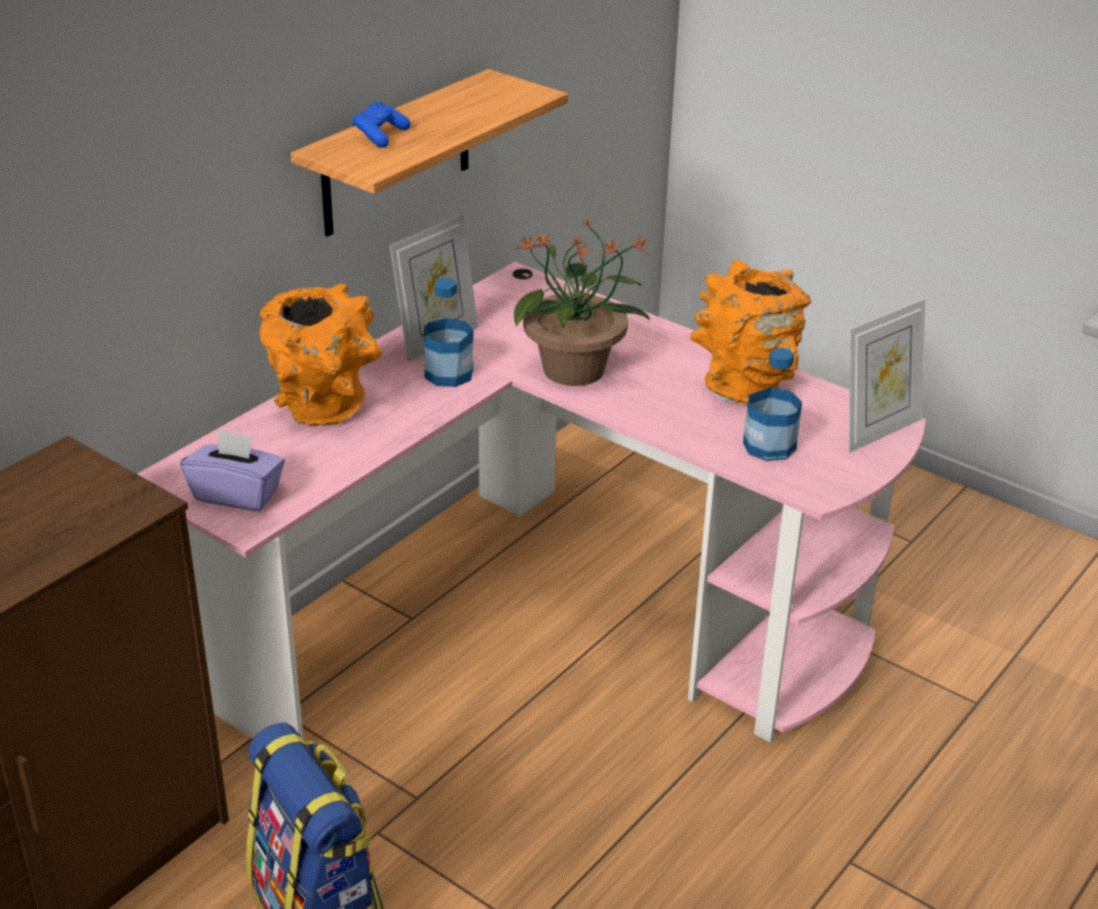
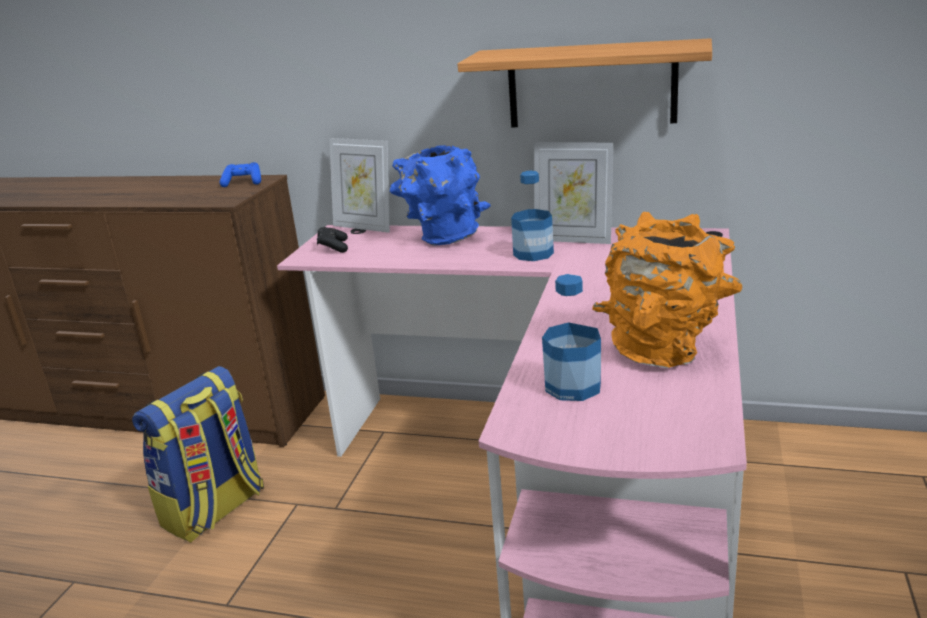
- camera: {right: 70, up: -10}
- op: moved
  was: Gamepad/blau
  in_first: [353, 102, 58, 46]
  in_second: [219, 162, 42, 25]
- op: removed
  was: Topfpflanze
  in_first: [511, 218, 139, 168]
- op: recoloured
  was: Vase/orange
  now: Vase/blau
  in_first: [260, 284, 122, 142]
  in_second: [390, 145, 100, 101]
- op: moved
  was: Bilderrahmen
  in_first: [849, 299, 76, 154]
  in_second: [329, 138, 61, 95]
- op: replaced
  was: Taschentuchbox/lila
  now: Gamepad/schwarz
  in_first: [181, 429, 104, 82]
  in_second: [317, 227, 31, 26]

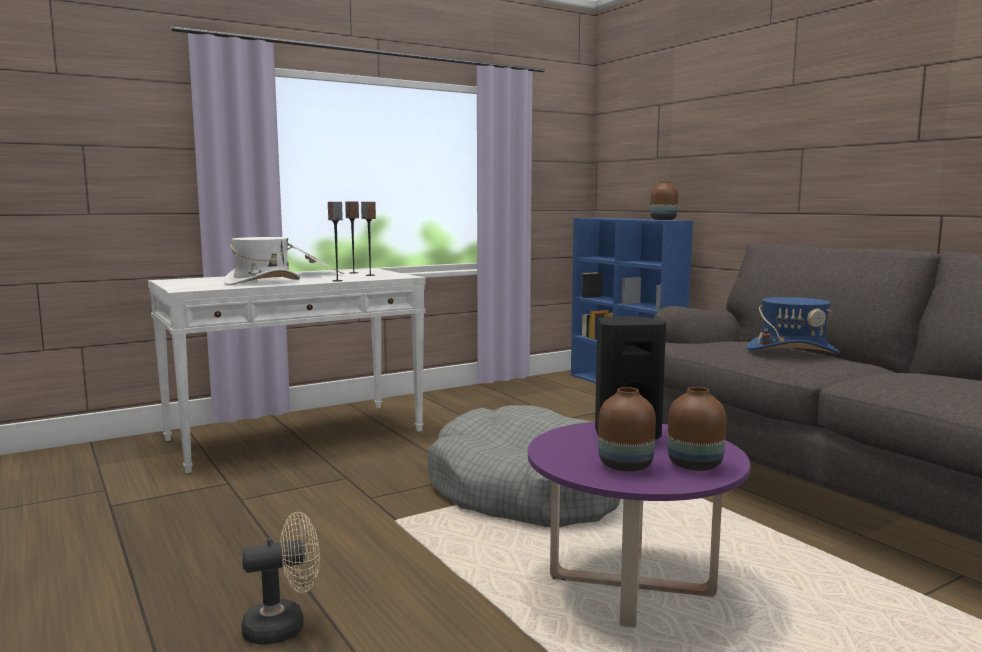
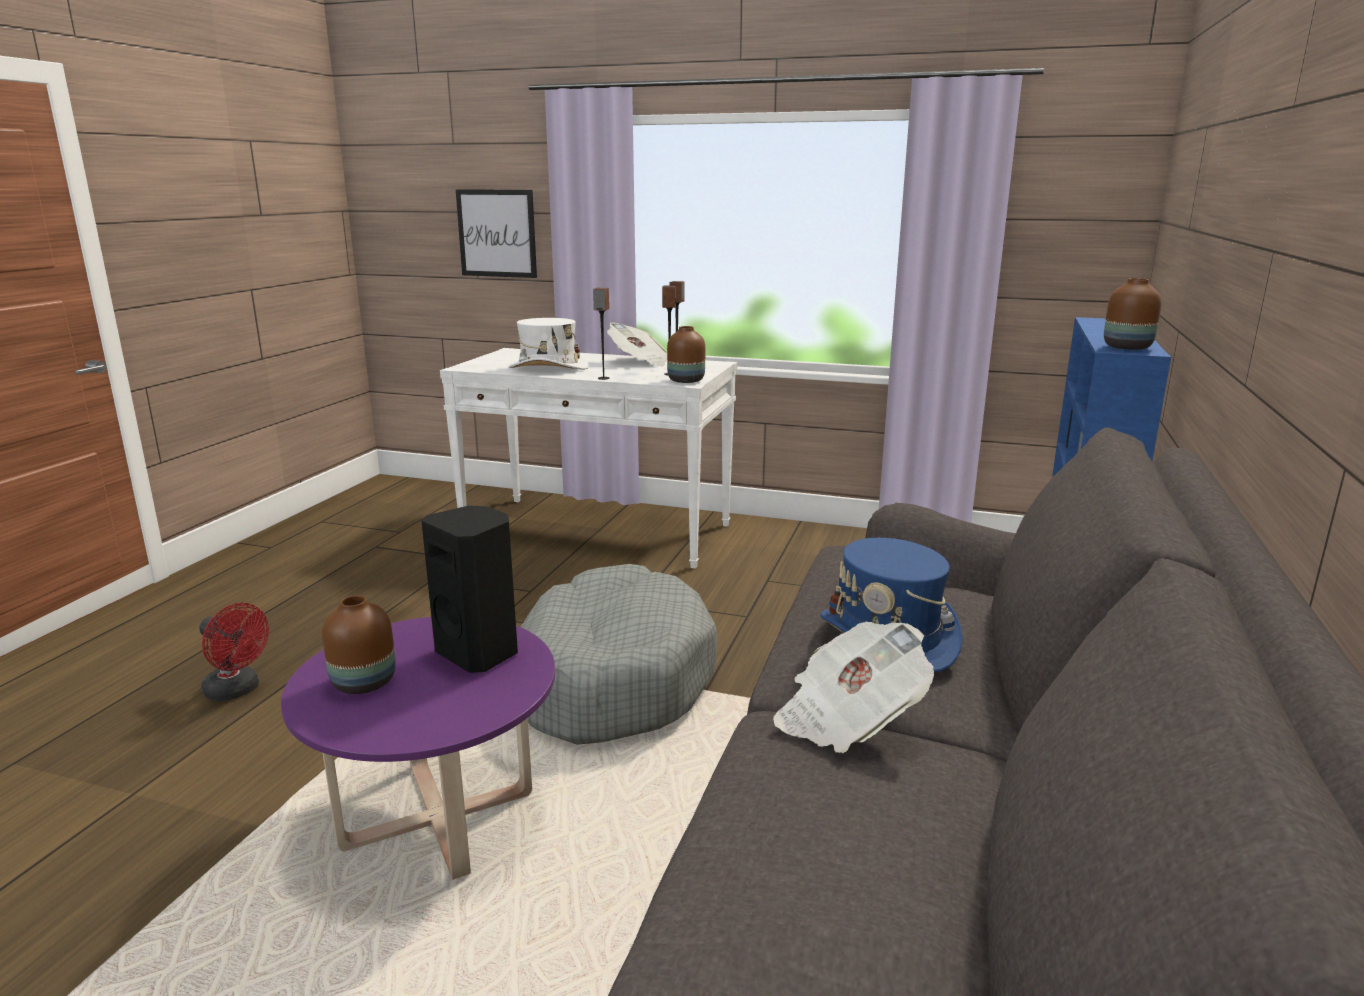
- camera: {right: 50, up: 10}
- op: moved
  was: Vase/braun
  in_first: [667, 387, 59, 84]
  in_second: [667, 326, 38, 57]
- op: recoloured
  was: Ventilator/beige
  now: Ventilator/rot
  in_first: [241, 512, 79, 133]
  in_second: [199, 603, 70, 98]
- op: added
  now: Bild
  in_second: [456, 189, 81, 89]
- op: added
  now: Zeitung
  in_second: [773, 621, 161, 132]

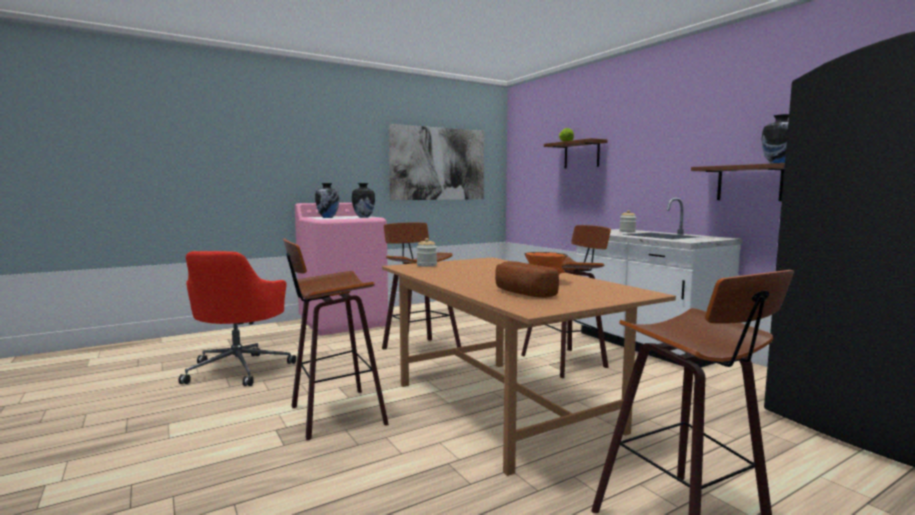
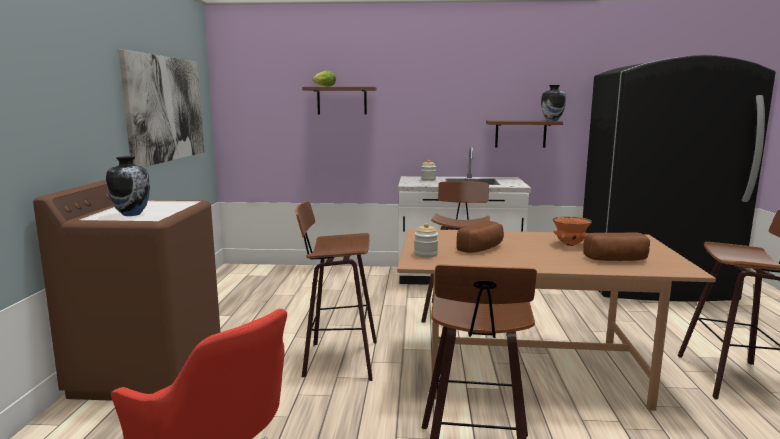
- camera: {right: -55, up: 5}
- op: removed
  was: Vase
  in_first: [352, 183, 23, 35]
- op: recoloured
  was: Waschmaschine/rosa
  now: Waschmaschine/braun
  in_first: [295, 203, 93, 132]
  in_second: [33, 180, 187, 221]
- op: added
  now: Brot
  in_second: [457, 221, 47, 32]

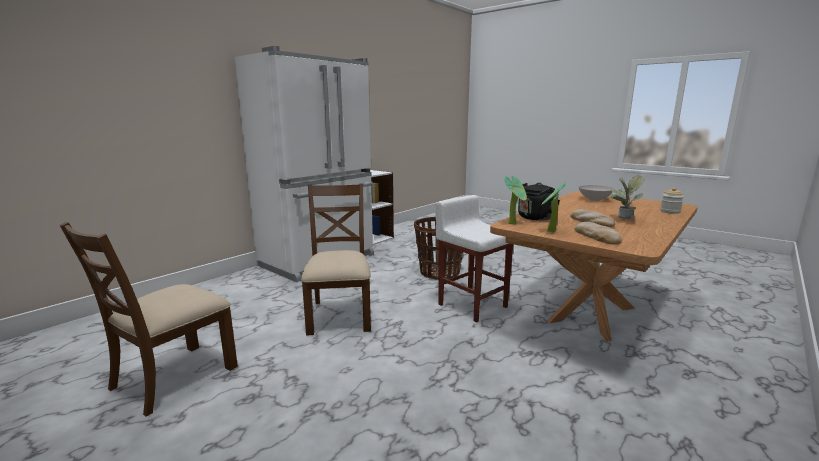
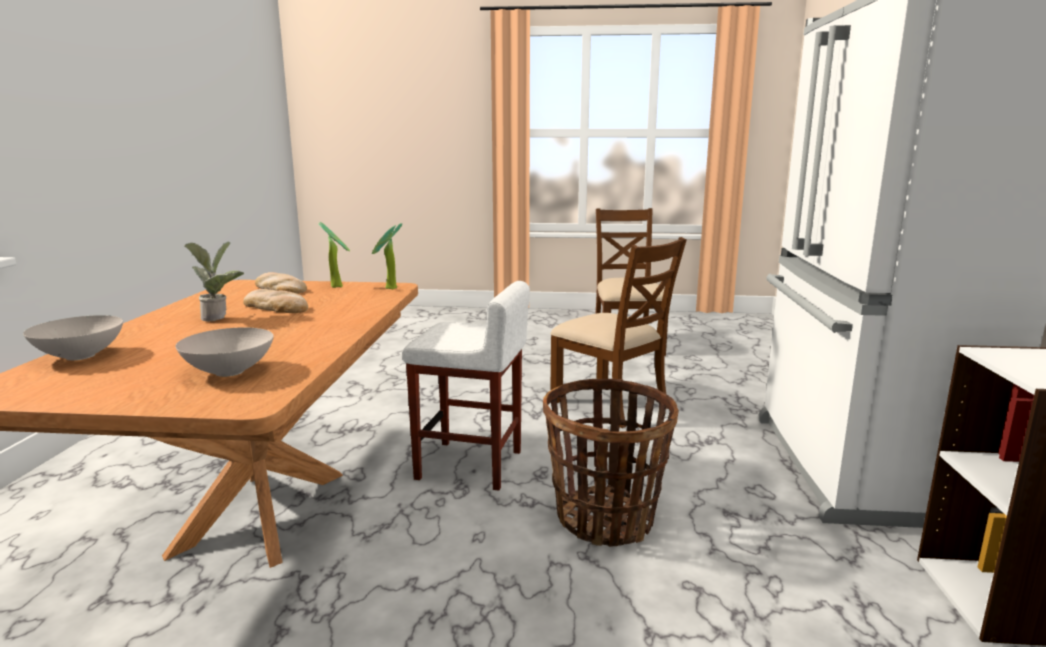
- camera: {right: 145, up: 0}
- op: removed
  was: Wasserkessel/schwarz
  in_first: [518, 183, 42, 38]
- op: replaced
  was: Vorratsglas
  now: Schüssel/weiß
  in_first: [660, 188, 24, 26]
  in_second: [23, 315, 100, 45]

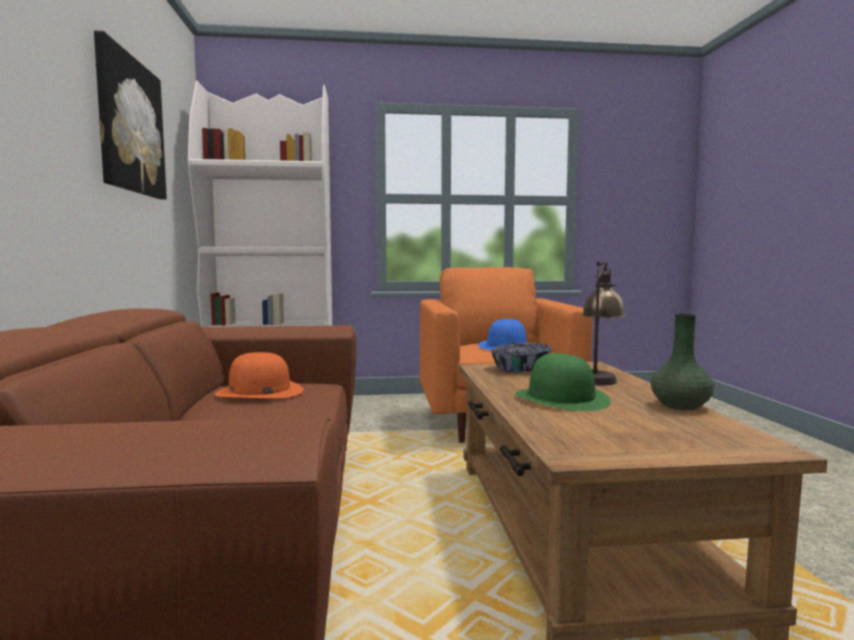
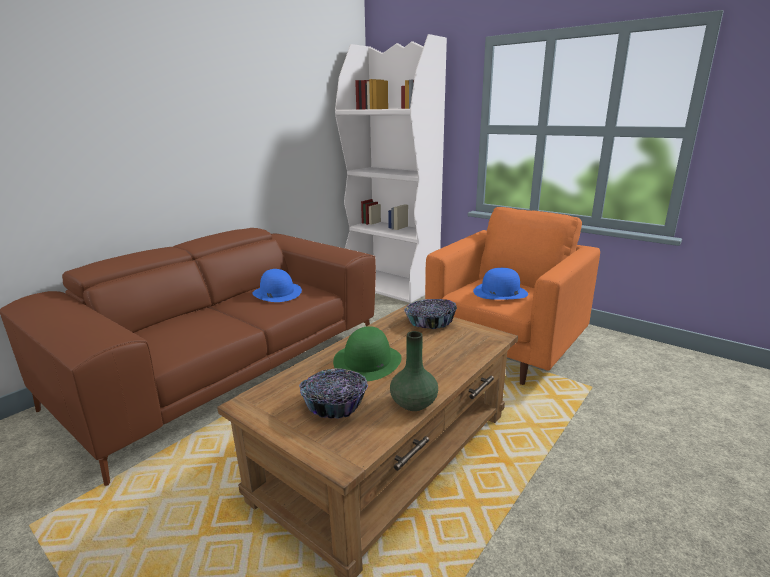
- camera: {right: 45, up: 15}
- op: removed
  was: Bild
  in_first: [94, 31, 73, 168]
- op: removed
  was: Tischlampe
  in_first: [582, 261, 44, 124]
- op: recoloured
  was: Hut/orange
  now: Hut/blau
  in_first: [215, 352, 88, 46]
  in_second: [252, 269, 50, 33]
- op: added
  now: Schüssel
  in_second: [299, 368, 69, 51]

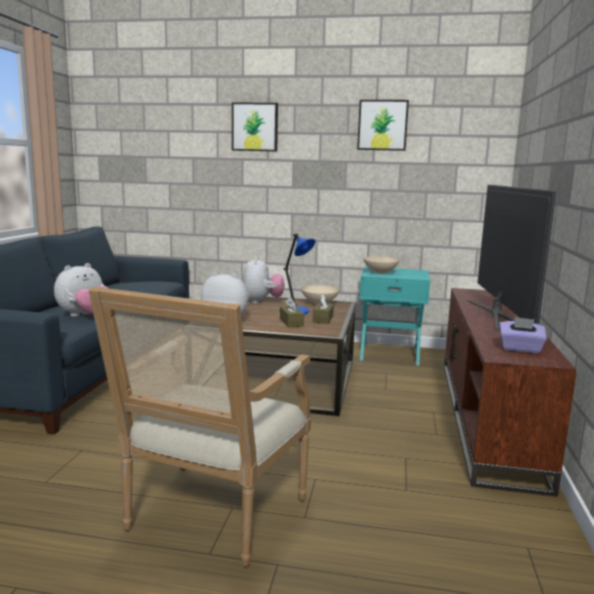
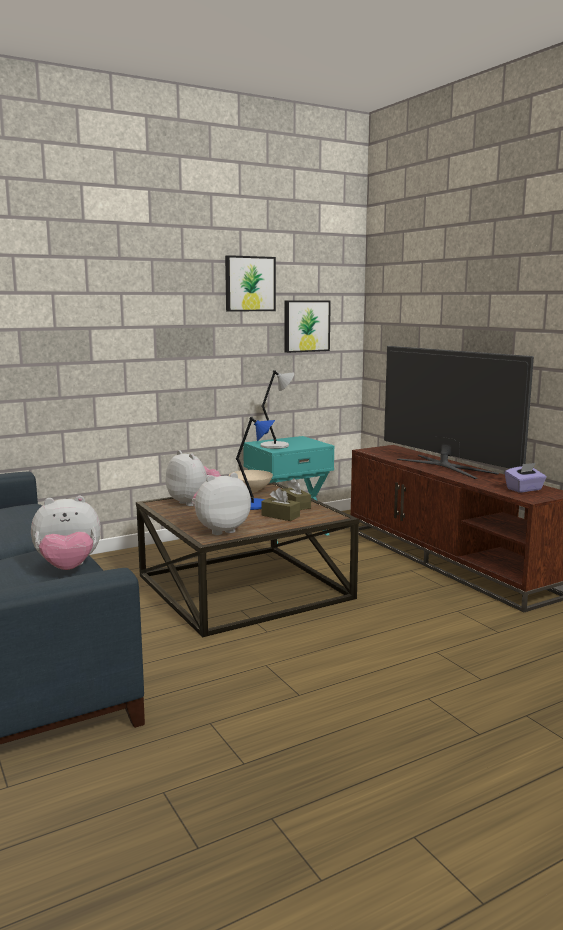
- camera: {right: -40, up: 0}
- op: moved
  was: Bild
  in_first: [232, 102, 46, 49]
  in_second: [285, 300, 46, 53]
- op: replaced
  was: Schüssel/beige
  now: Tischlampe/grau
  in_first: [363, 256, 37, 18]
  in_second: [260, 370, 34, 79]
- op: turned
  was: Plüschtier
  in_first: [54, 263, 53, 54]
  in_second: [31, 496, 70, 74]
  clockwise: 75
- op: removed
  was: Sessel
  in_first: [88, 287, 223, 280]

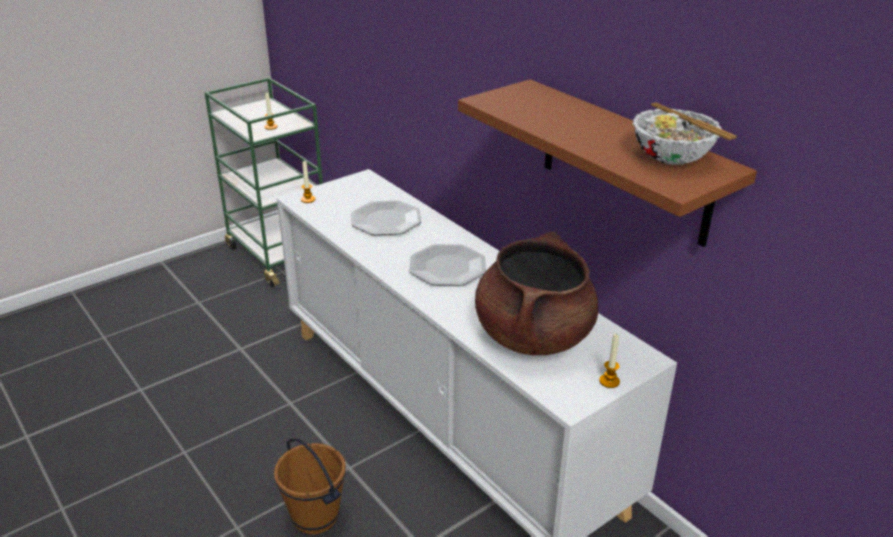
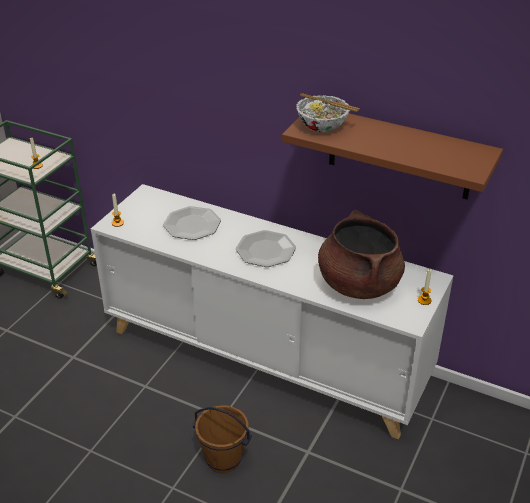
- camera: {right: -25, up: 5}
- op: moved
  was: Schüssel
  in_first: [633, 102, 104, 63]
  in_second: [296, 93, 64, 39]

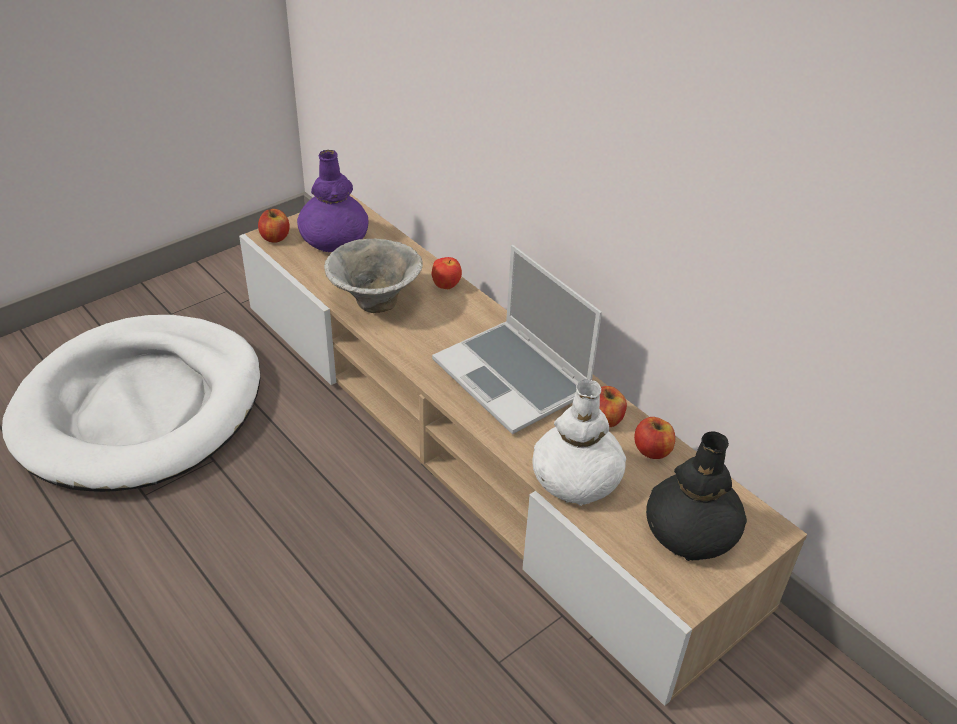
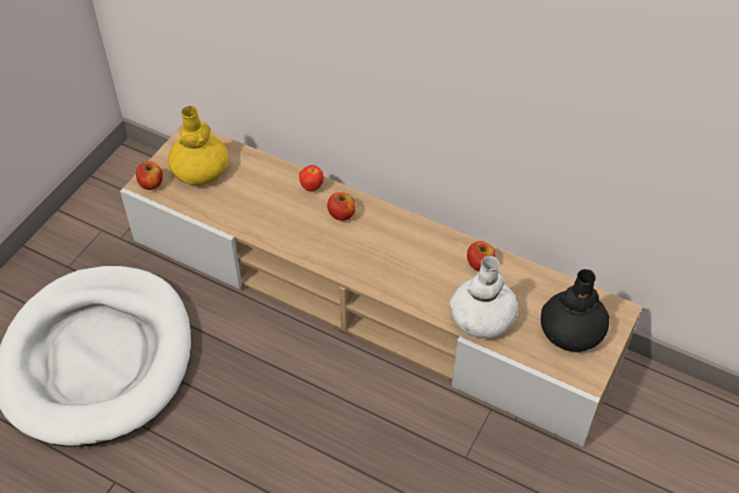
- camera: {right: -20, up: 10}
- op: recoloured
  was: Vase/lila
  now: Vase/gelb
  in_first: [297, 150, 71, 102]
  in_second: [168, 106, 60, 80]
- op: removed
  was: Schüssel
  in_first: [324, 238, 99, 75]
- op: removed
  was: Laptop
  in_first: [432, 245, 170, 189]
- op: moved
  was: Apfel
  in_first: [634, 417, 41, 42]
  in_second: [327, 192, 29, 29]

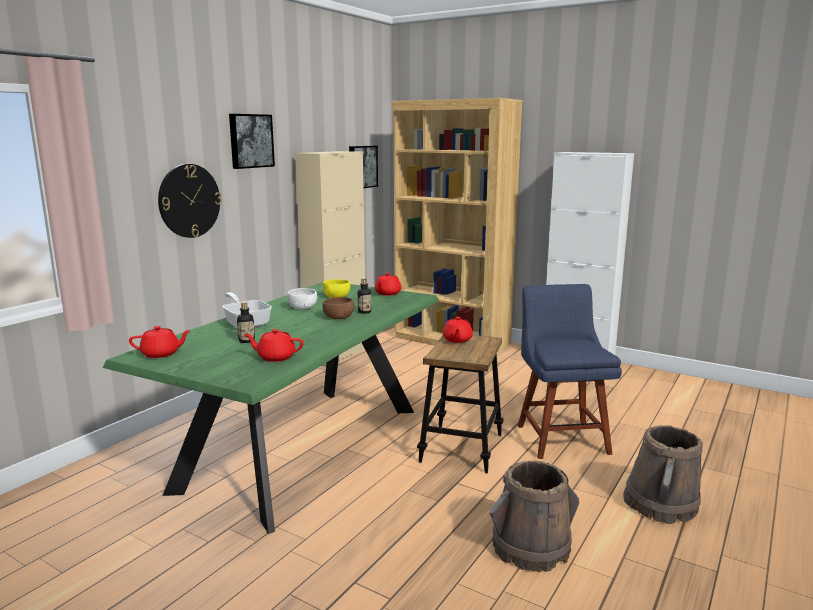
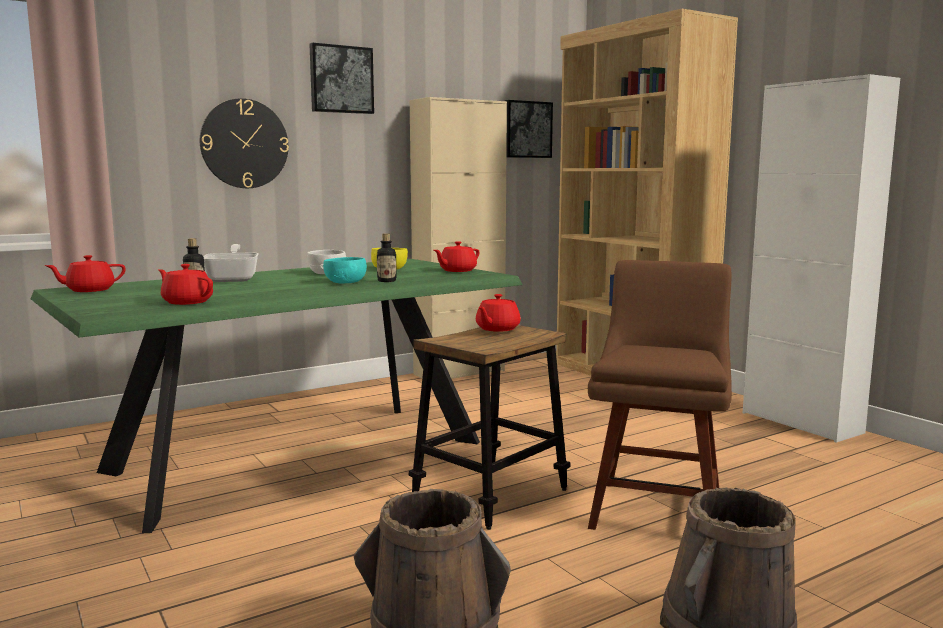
- camera: {right: 25, up: -5}
- op: recoloured
  was: Stuhl/blau
  now: Stuhl/braun
  in_first: [518, 284, 104, 175]
  in_second: [588, 260, 144, 270]
- op: recoloured
  was: Schüssel/braun
  now: Schüssel/türkis
  in_first: [322, 297, 32, 22]
  in_second: [323, 257, 44, 26]
- op: turned
  was: Teekanne/rot
  in_first: [129, 326, 62, 32]
  in_second: [45, 255, 81, 37]
  clockwise: 135

